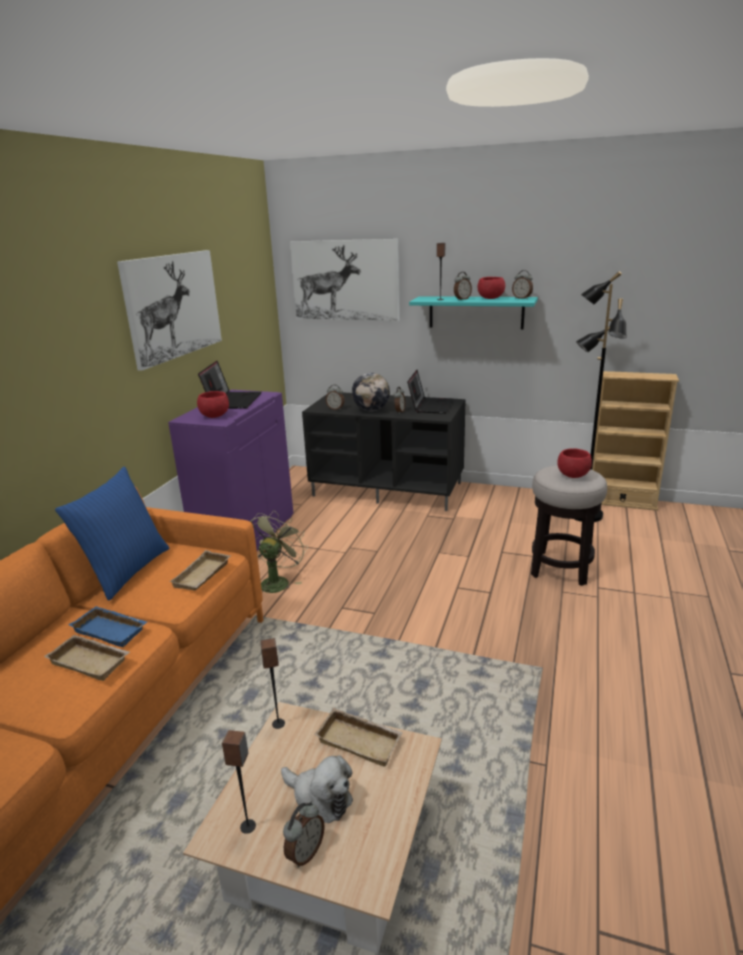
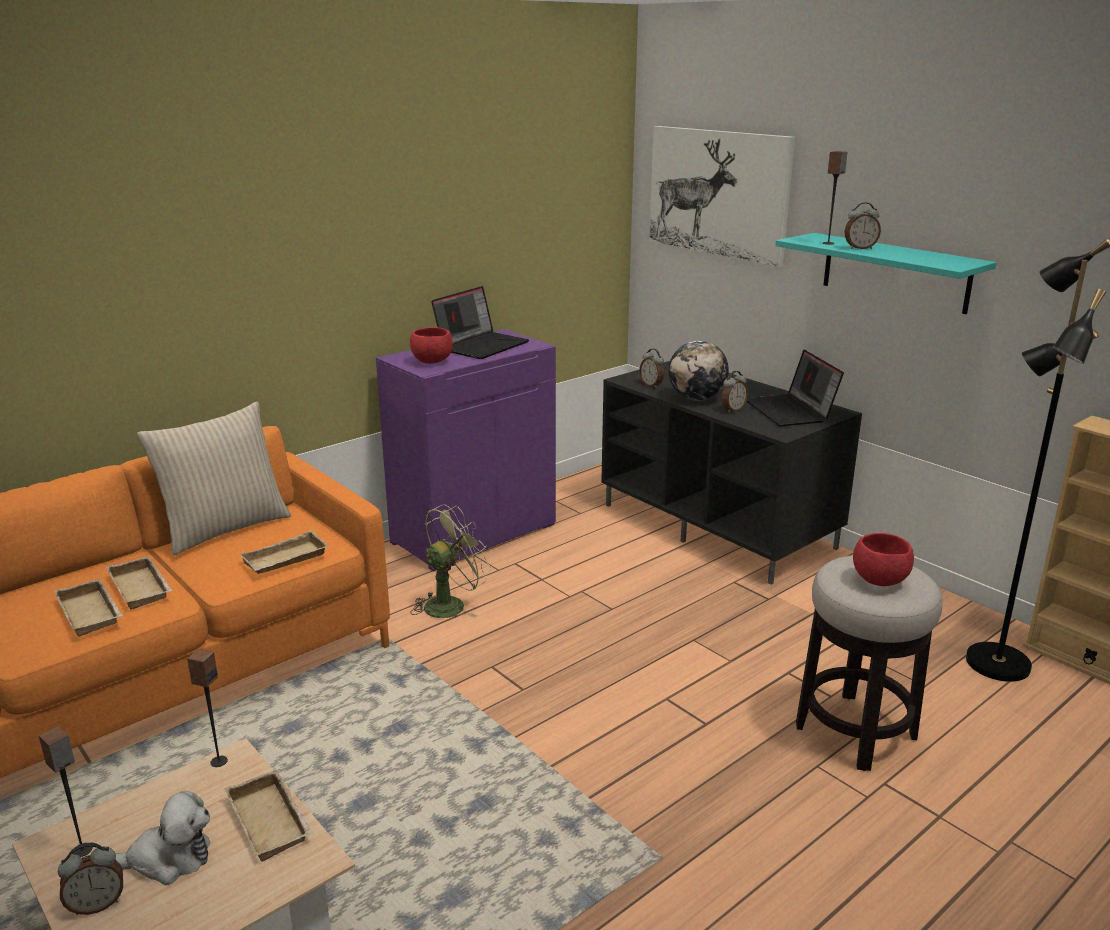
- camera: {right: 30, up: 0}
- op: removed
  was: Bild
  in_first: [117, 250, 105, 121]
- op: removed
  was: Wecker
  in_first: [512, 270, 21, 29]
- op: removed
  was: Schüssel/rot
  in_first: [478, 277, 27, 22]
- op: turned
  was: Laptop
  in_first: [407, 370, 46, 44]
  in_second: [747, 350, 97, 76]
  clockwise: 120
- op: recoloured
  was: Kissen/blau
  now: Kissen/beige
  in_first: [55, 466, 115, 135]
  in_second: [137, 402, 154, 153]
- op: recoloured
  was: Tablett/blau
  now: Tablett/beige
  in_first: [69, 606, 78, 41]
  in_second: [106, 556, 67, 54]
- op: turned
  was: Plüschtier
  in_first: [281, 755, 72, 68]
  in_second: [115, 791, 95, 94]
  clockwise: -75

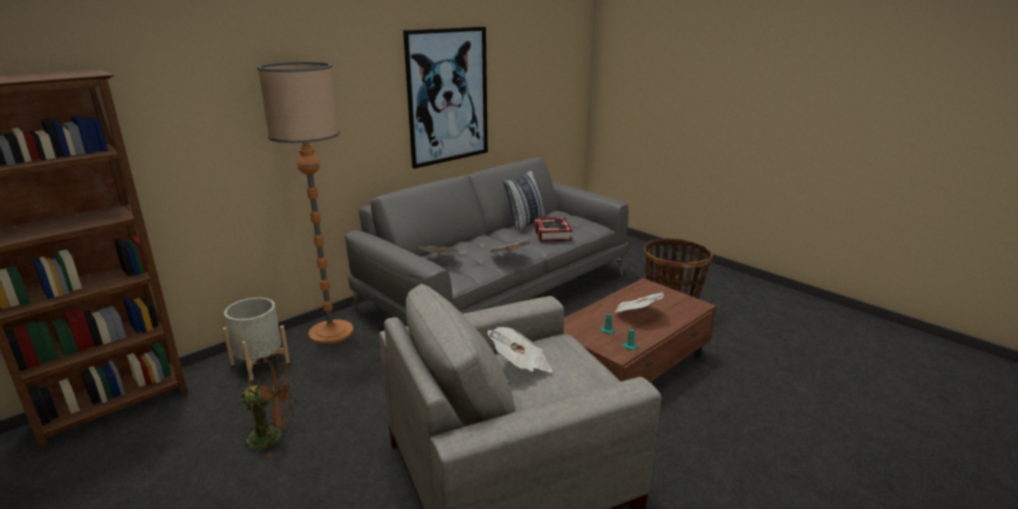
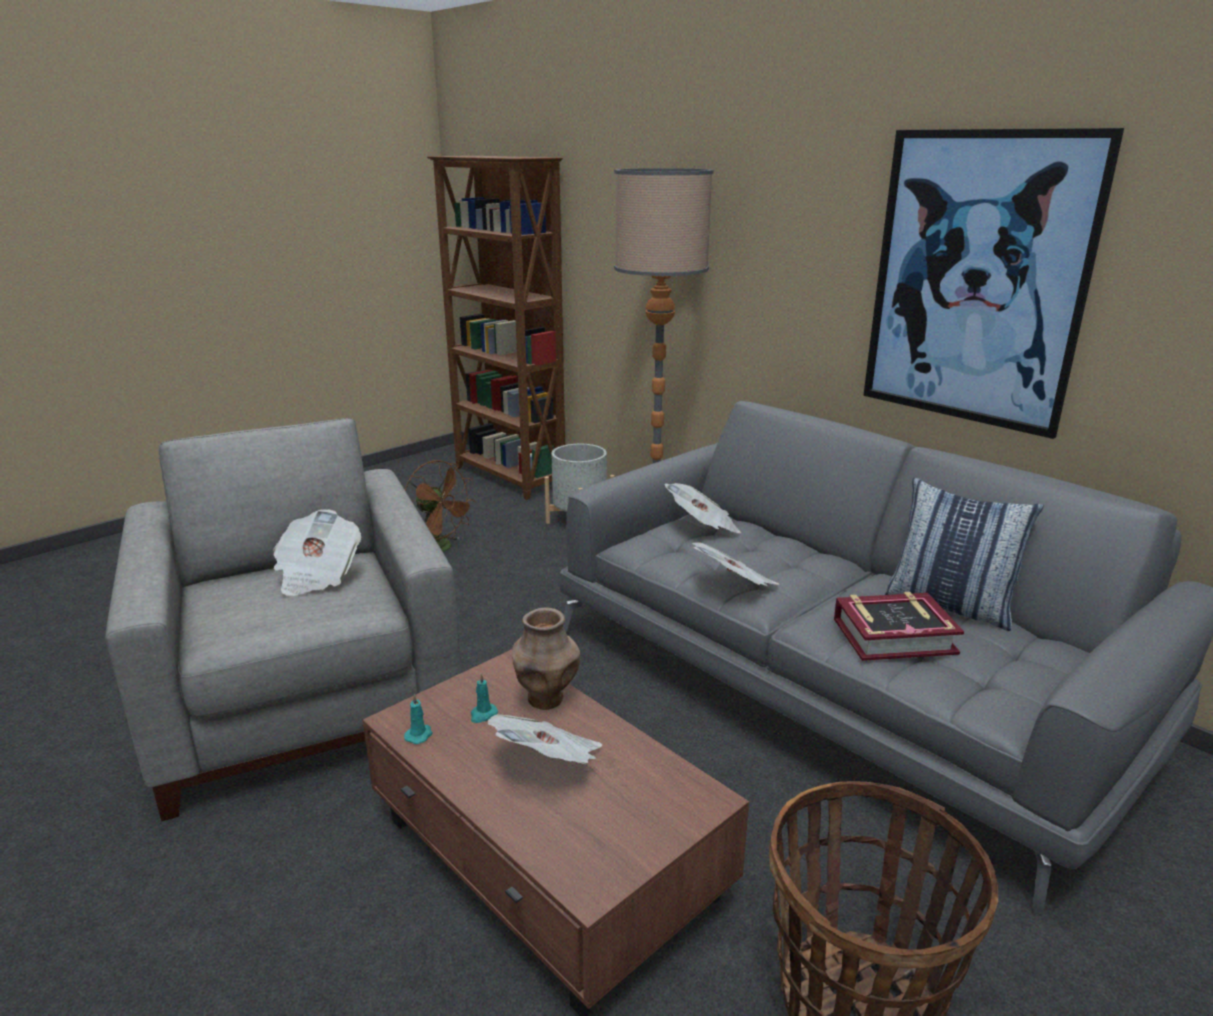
- camera: {right: 90, up: 0}
- op: turned
  was: Ventilator/braun
  in_first: [239, 355, 57, 103]
  in_second: [405, 460, 71, 92]
  clockwise: -45
- op: added
  now: Vase/braun
  in_second: [512, 608, 68, 102]

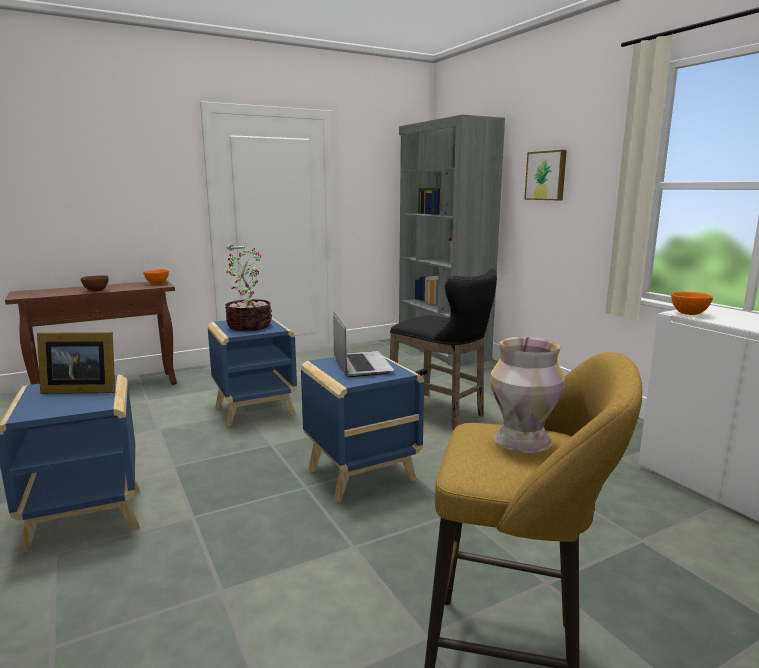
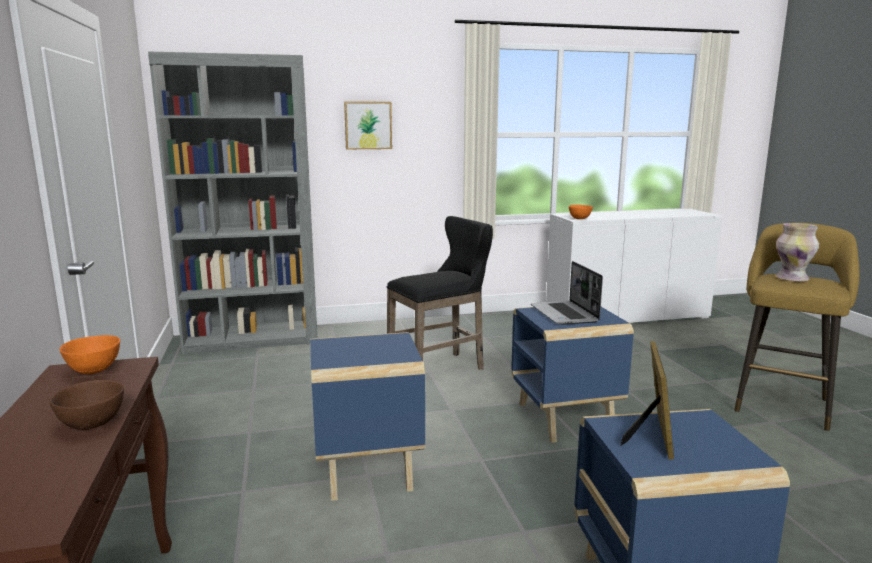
- camera: {right: -75, up: 0}
- op: removed
  was: Topfpflanze
  in_first: [225, 248, 47, 83]
- op: turned
  was: Laptop
  in_first: [333, 312, 61, 65]
  in_second: [531, 261, 72, 64]
  clockwise: -105

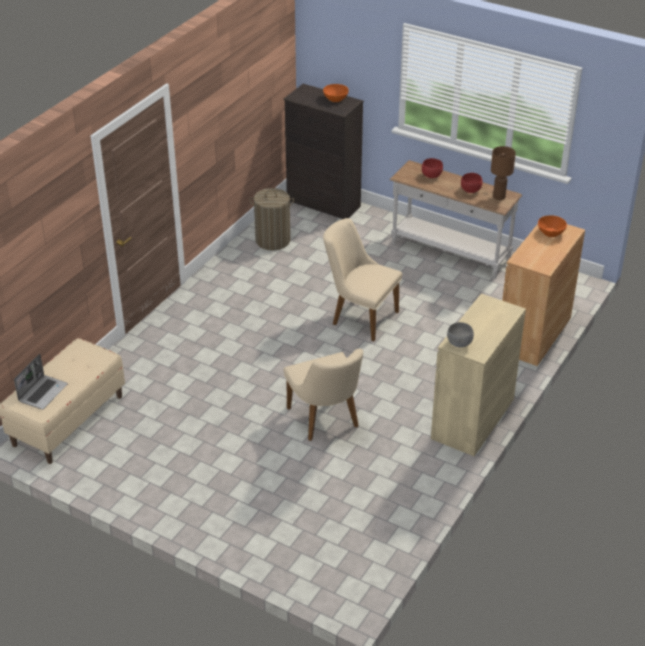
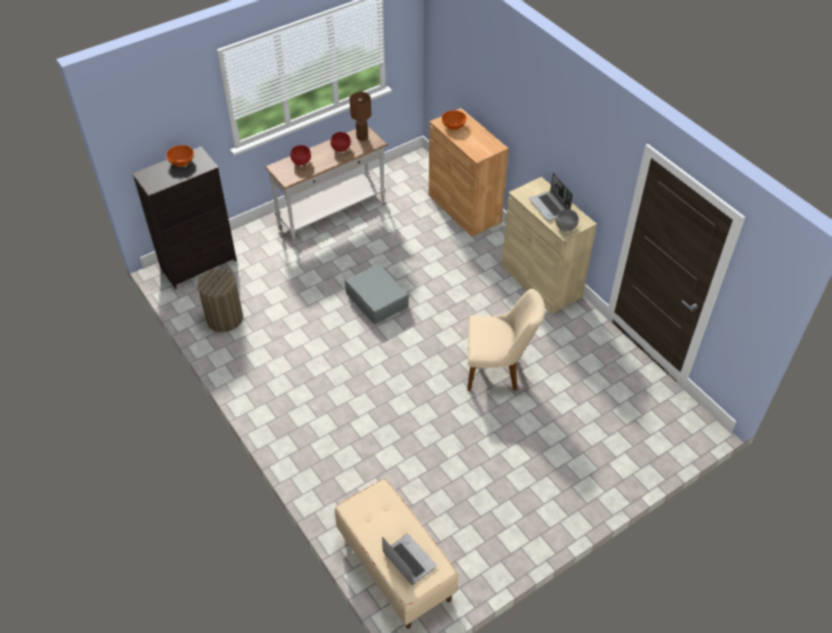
- camera: {right: -65, up: 10}
- op: replaced
  was: Stuhl/beige
  now: Koffer/grau
  in_first: [323, 218, 79, 123]
  in_second: [345, 264, 64, 60]
- op: added
  now: Laptop
  in_second: [529, 172, 44, 49]

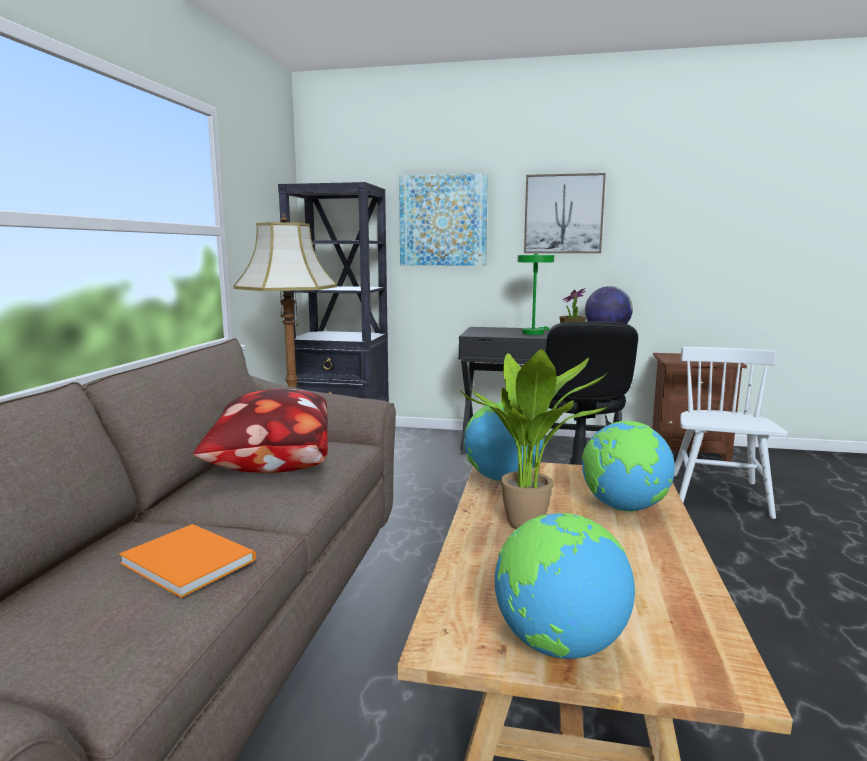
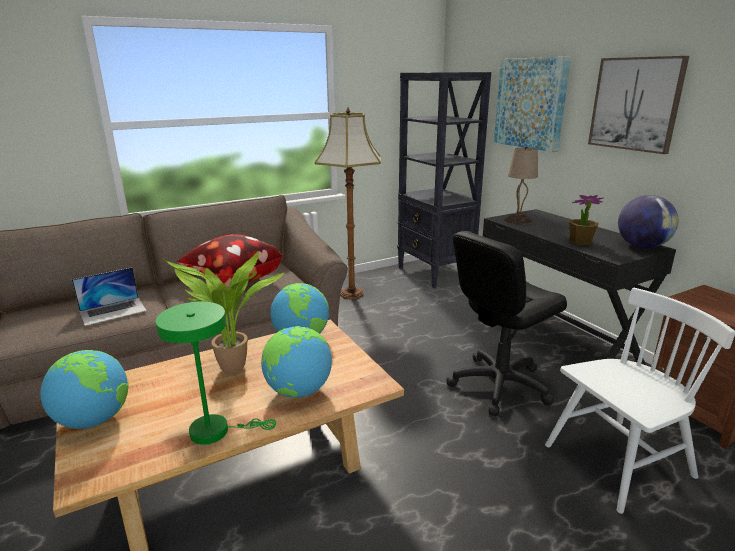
- camera: {right: 50, up: 10}
- op: moved
  was: Tischlampe/grün
  in_first: [518, 254, 36, 81]
  in_second: [155, 302, 121, 143]
- op: replaced
  was: Buch/orange
  now: Laptop
  in_first: [119, 524, 137, 74]
  in_second: [72, 267, 75, 59]
- op: added
  now: Tischlampe/beige
  in_second: [504, 146, 34, 79]

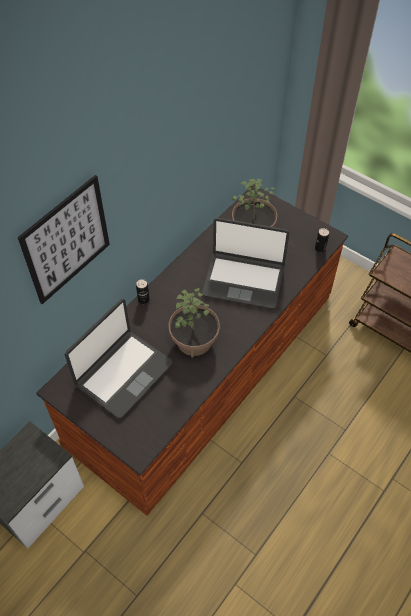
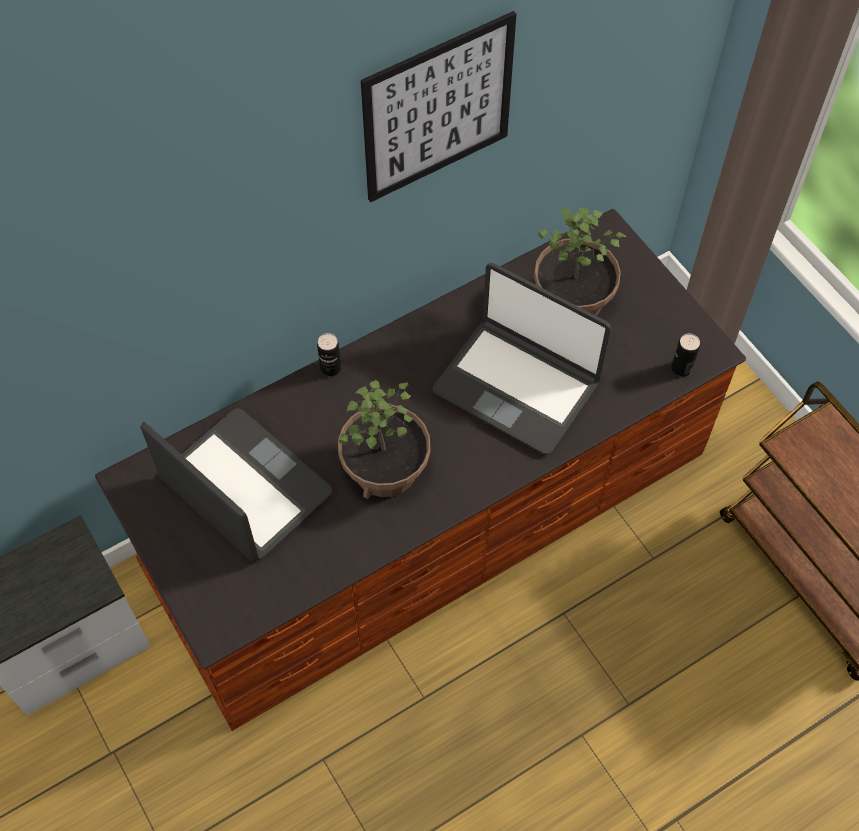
- camera: {right: 20, up: 5}
- op: moved
  was: Bild
  in_first: [18, 175, 92, 129]
  in_second: [361, 11, 155, 191]
- op: turned
  was: Laptop
  in_first: [65, 299, 108, 119]
  in_second: [140, 408, 193, 153]
  clockwise: -105

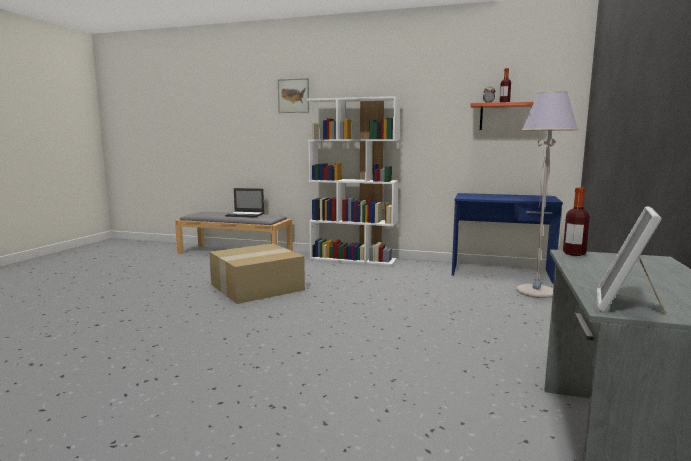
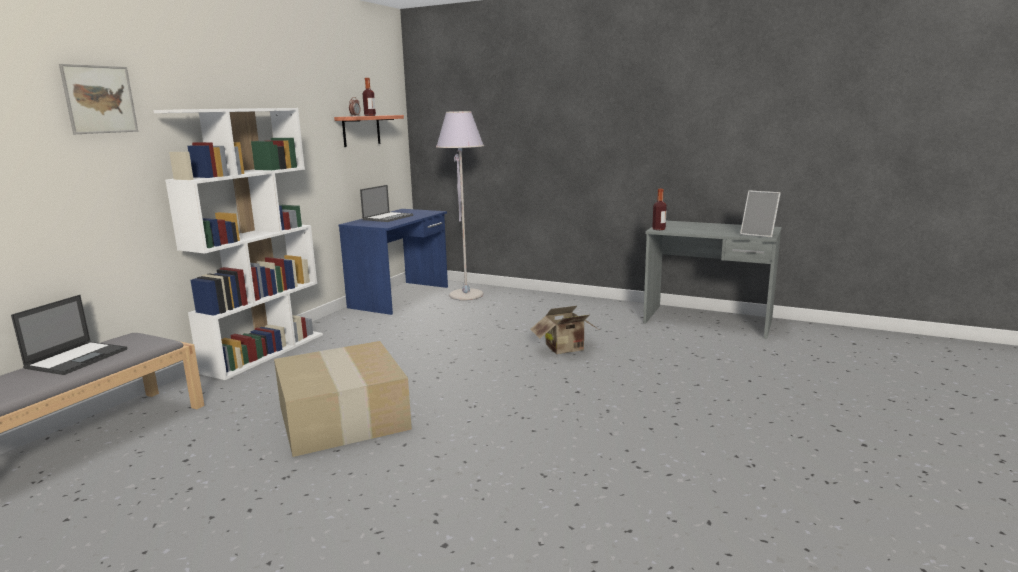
- camera: {right: -80, up: 5}
- op: added
  now: Laptop
  in_second: [360, 185, 53, 37]
- op: added
  now: Karton
  in_second: [530, 306, 71, 48]

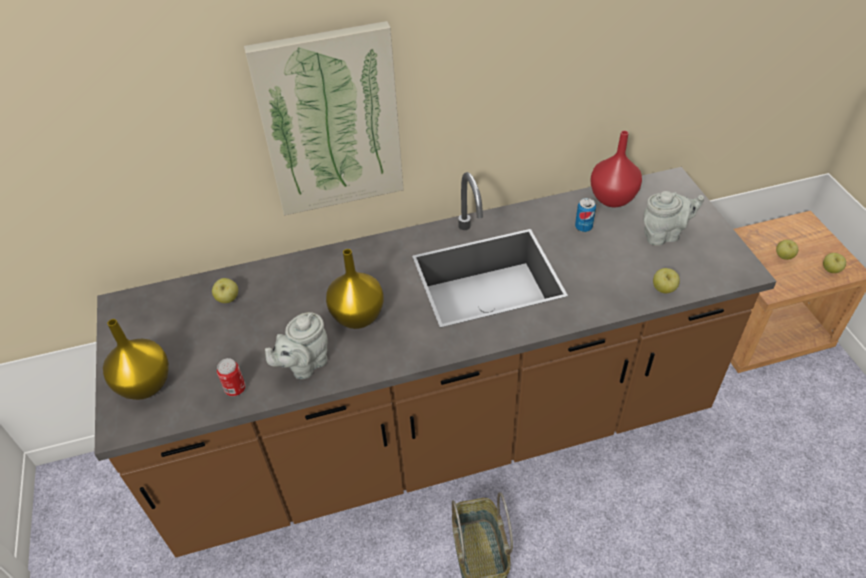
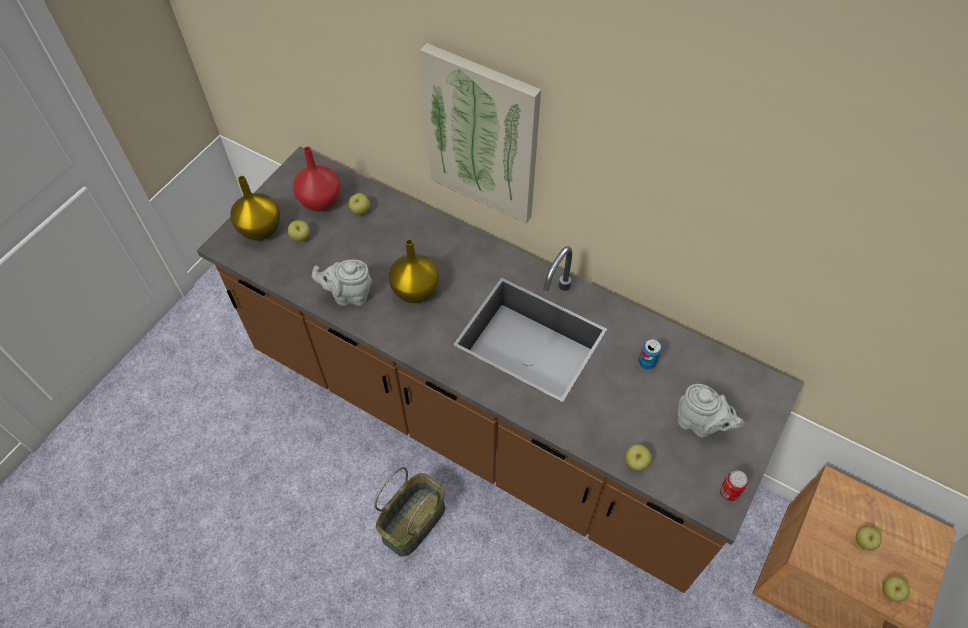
- camera: {right: 45, up: 10}
- op: moved
  was: Vase/rot
  in_first: [590, 131, 52, 76]
  in_second: [293, 147, 48, 65]
- op: moved
  was: Dose
  in_first: [217, 358, 29, 38]
  in_second: [720, 471, 28, 30]
- op: added
  now: Apfel
  in_second: [288, 220, 22, 22]

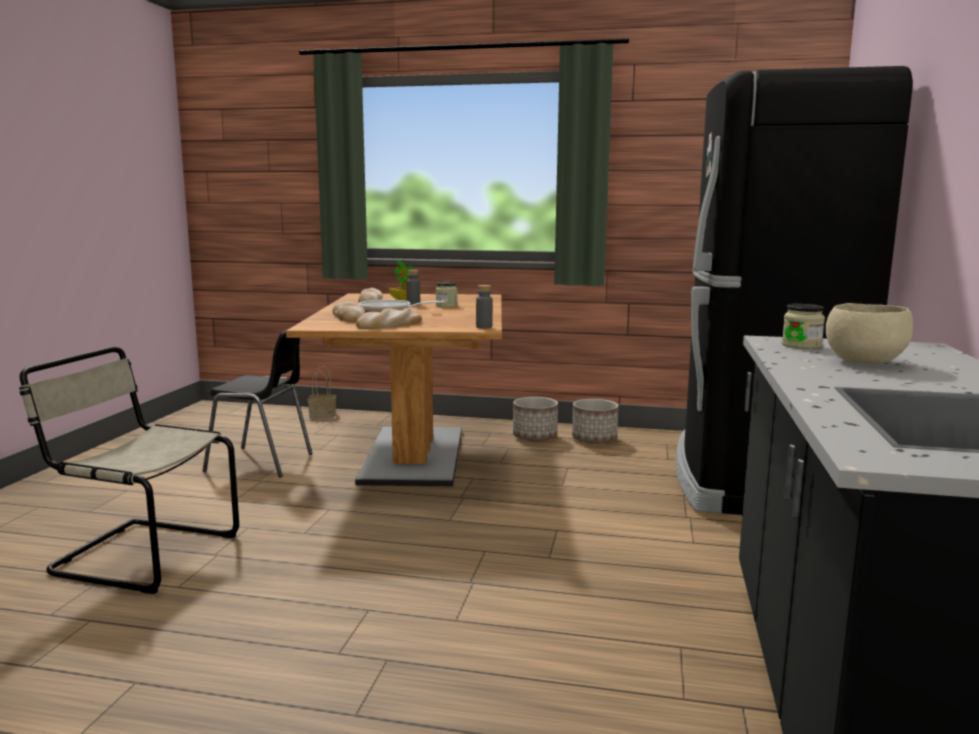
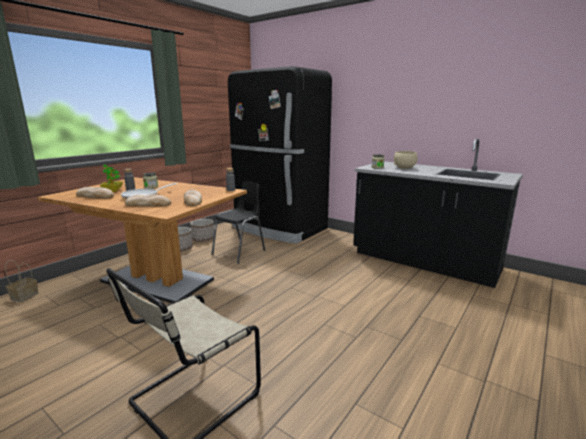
- camera: {right: -65, up: 5}
- op: moved
  was: Stuhl/schwarz
  in_first: [202, 328, 111, 150]
  in_second: [211, 181, 54, 83]

